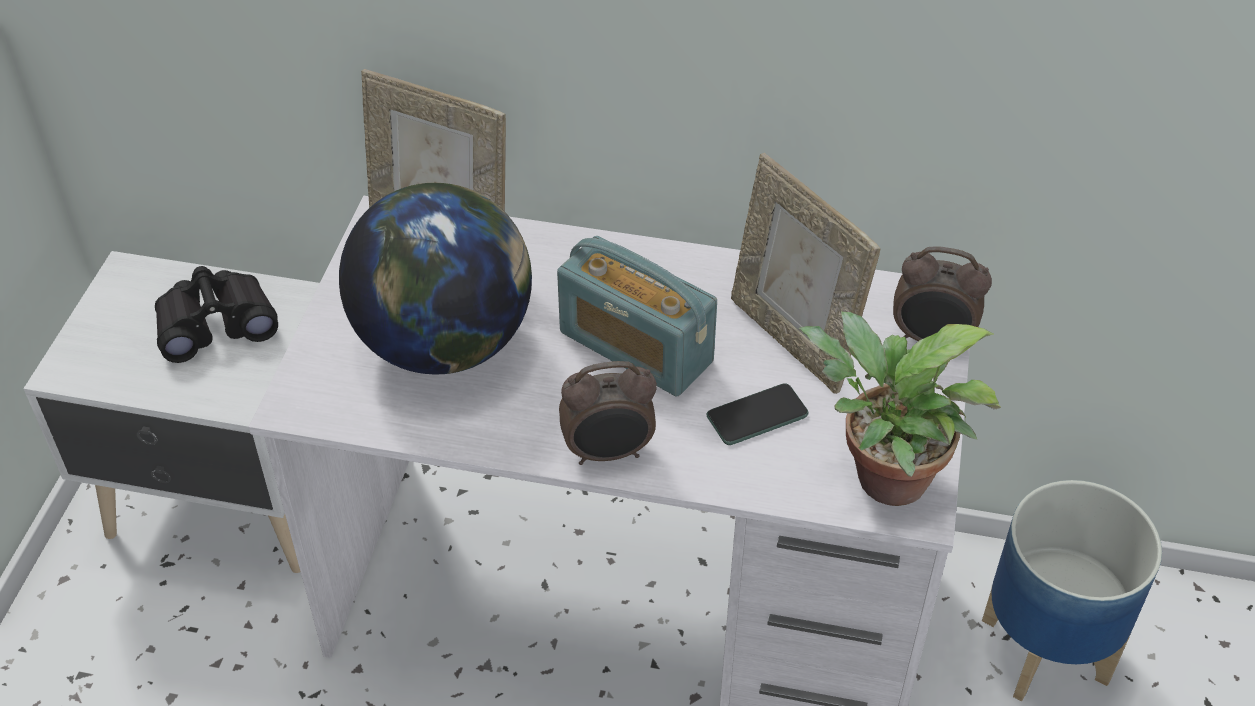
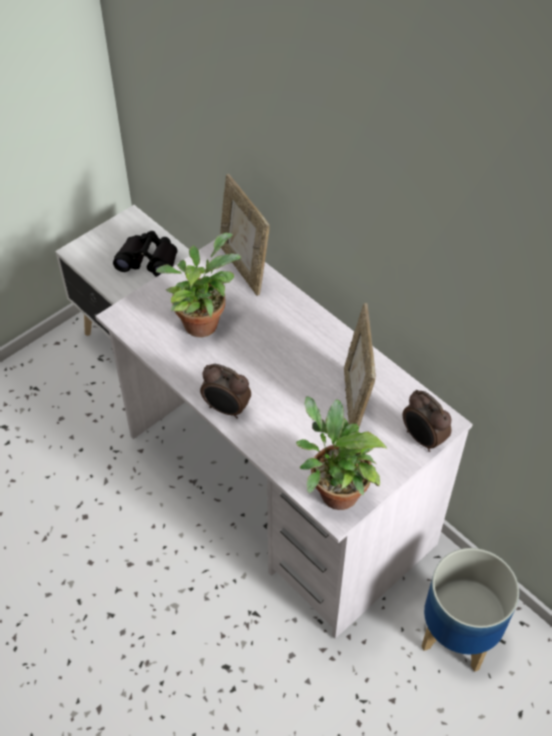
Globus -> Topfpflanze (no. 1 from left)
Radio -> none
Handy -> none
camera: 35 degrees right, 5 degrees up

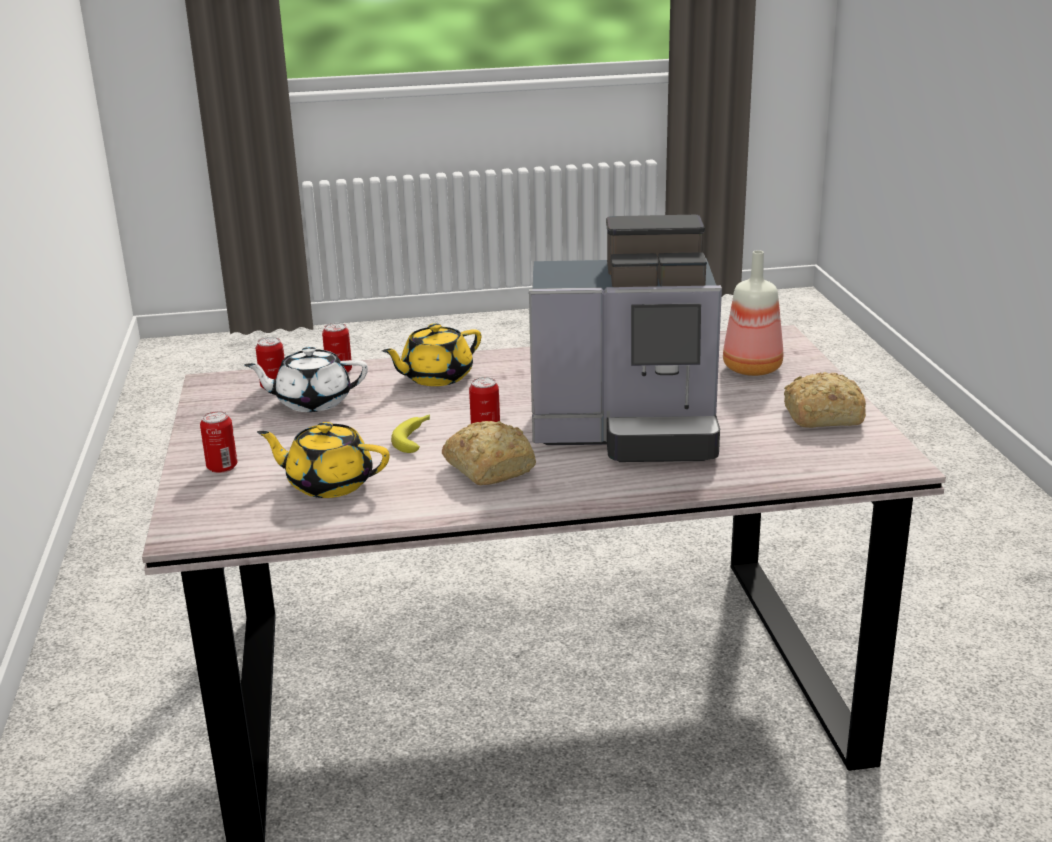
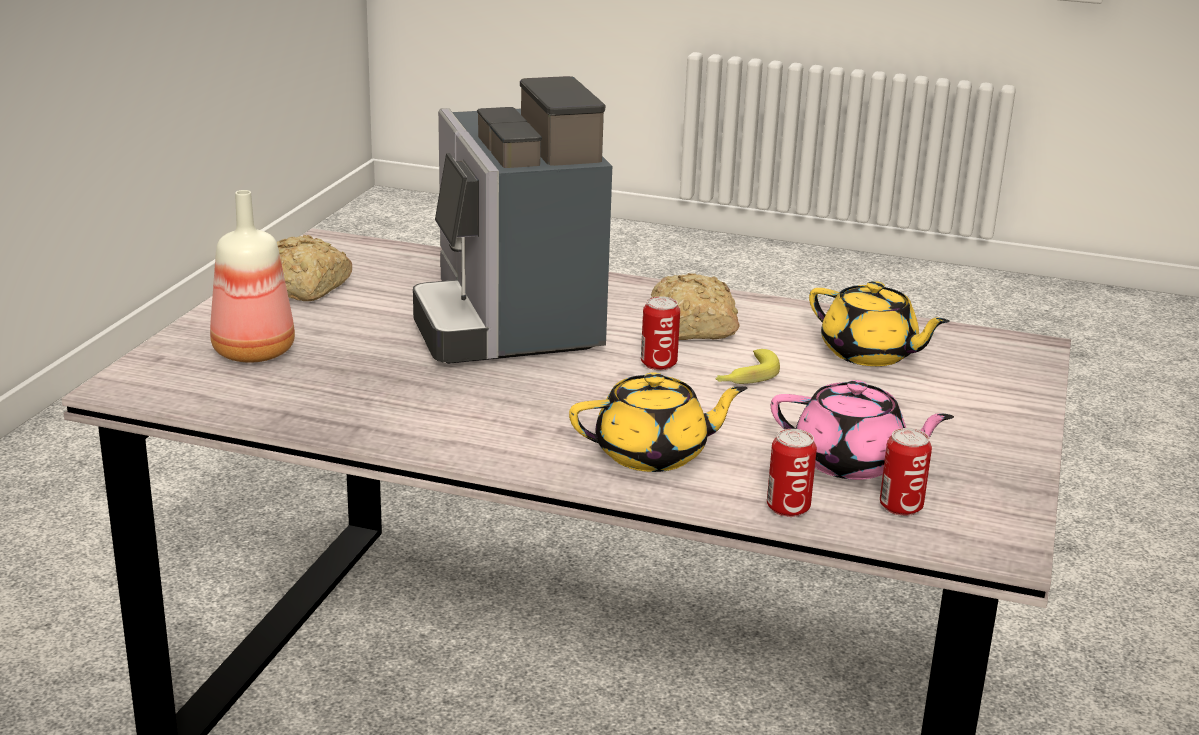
Kaffeemaschine, 135 degrees counterclockwise
Teekanne [weiß] -> Teekanne [rosa]
Dose (no. 1 from left) -> none
camera: 155 degrees left, 0 degrees up

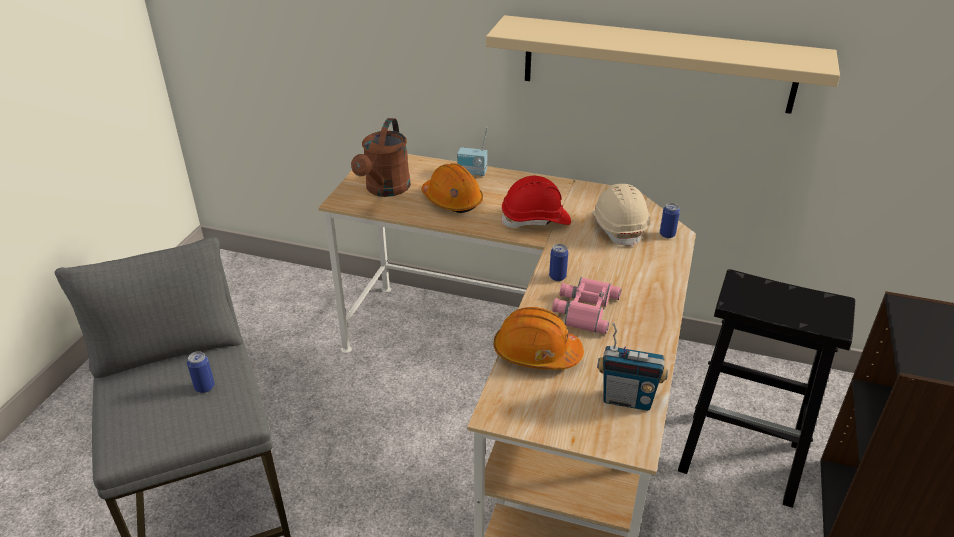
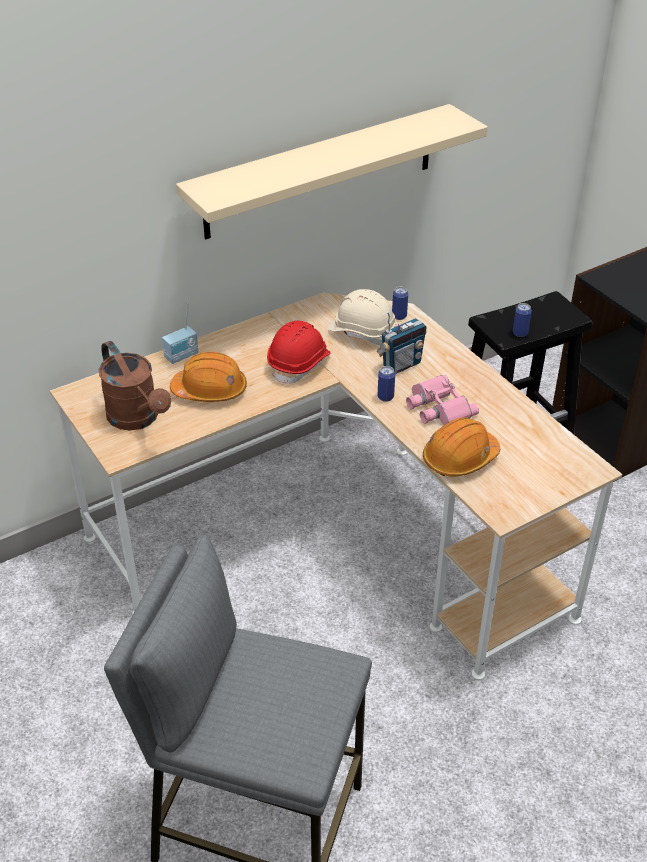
Radio (no. 2 from left), shifted
Dose (no. 1 from left in the first image) -> Dose (no. 3 from left), shifted
camera: 50 degrees left, 5 degrees up

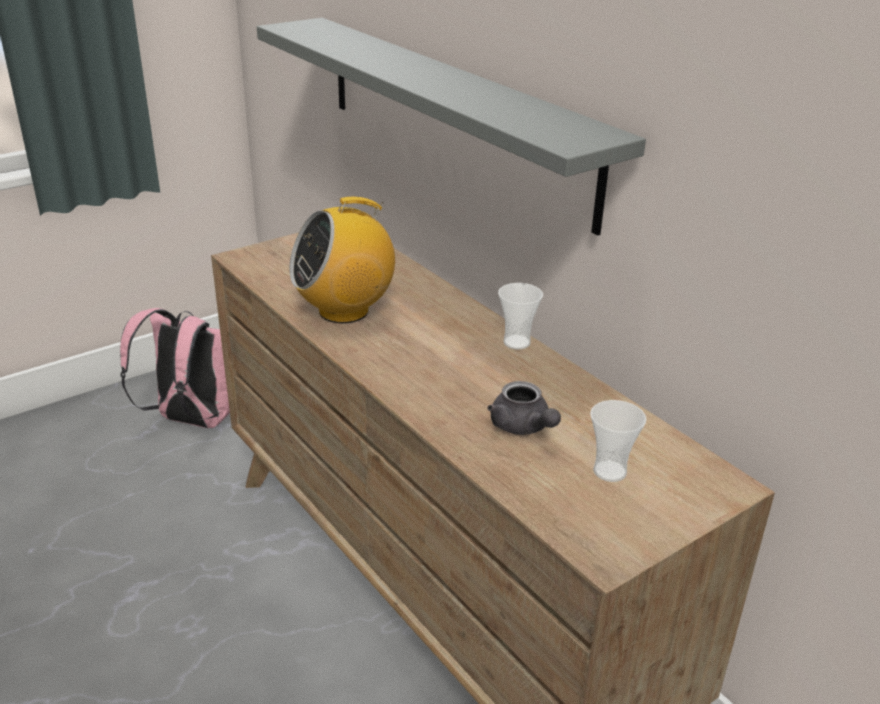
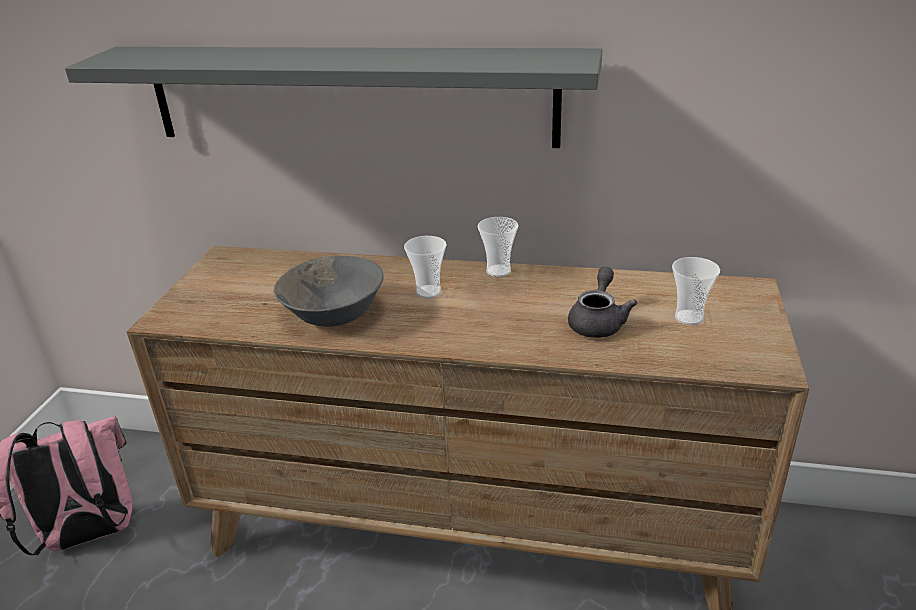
Radio -> Schüssel [grau]
Teekanne [grau], 90 degrees counterclockwise
none -> Tasse (no. 1 from left)
camera: 40 degrees left, 0 degrees up

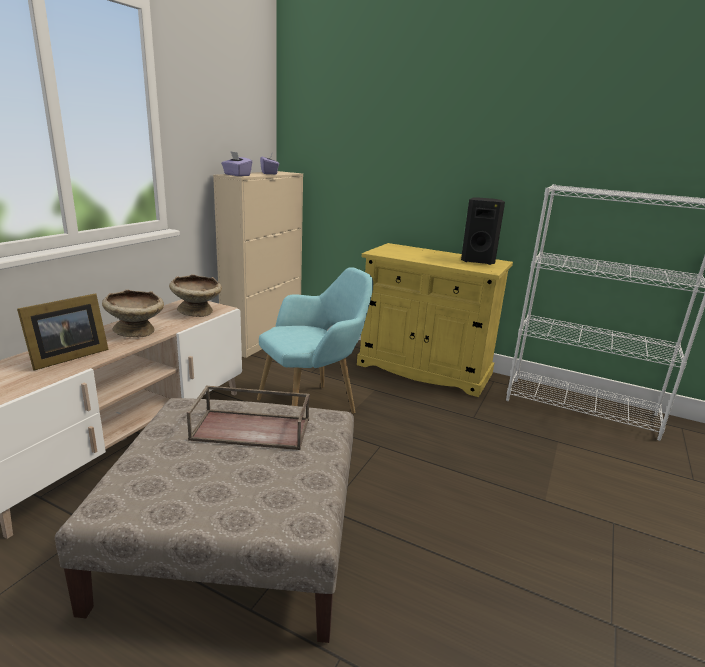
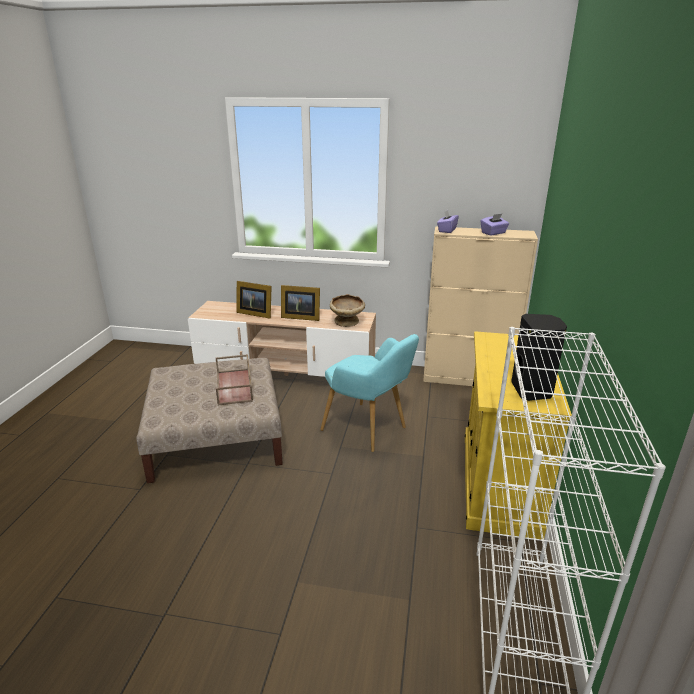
Schüssel [beige] (no. 1 from left) -> Bilderrahmen (no. 2 from left)
camera: 75 degrees right, 5 degrees up

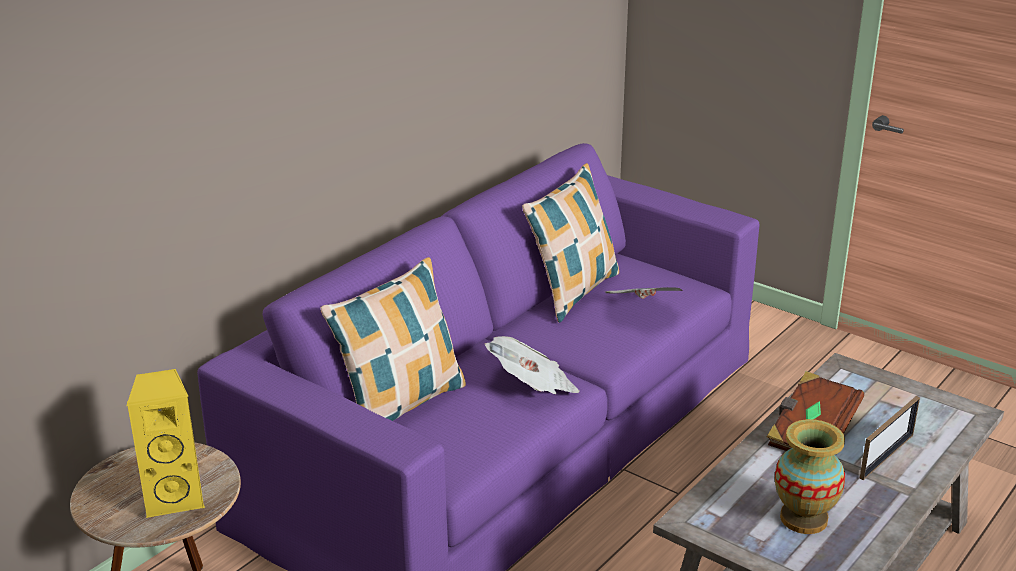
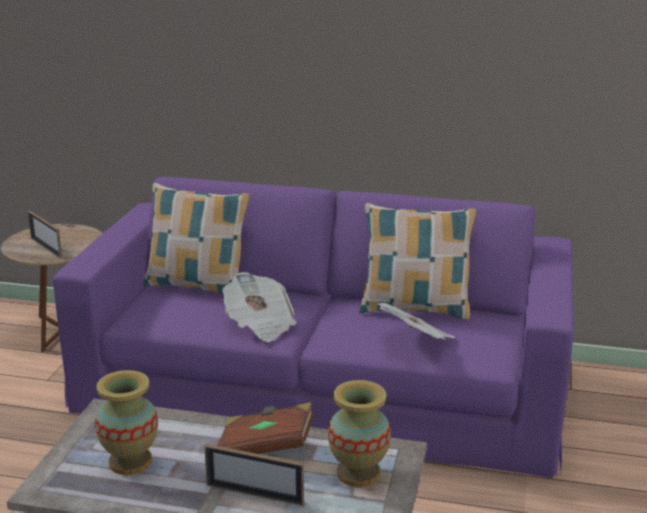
Lautsprecher [gelb] -> Bilderrahmen (no. 1 from left)
none -> Vase (no. 2 from left)
camera: 65 degrees right, 5 degrees down

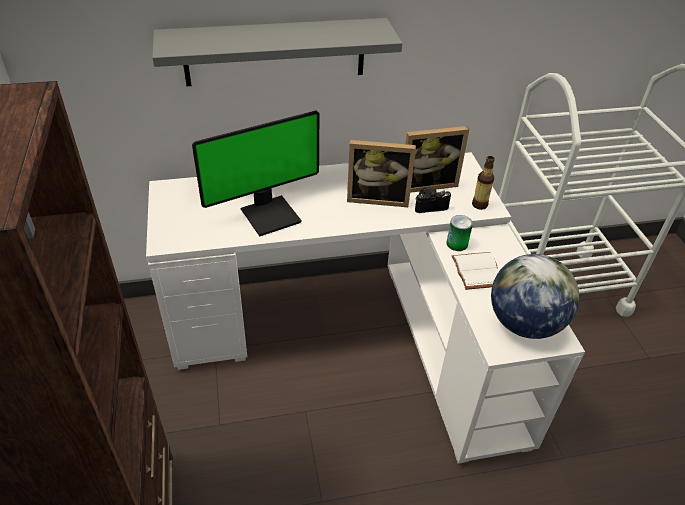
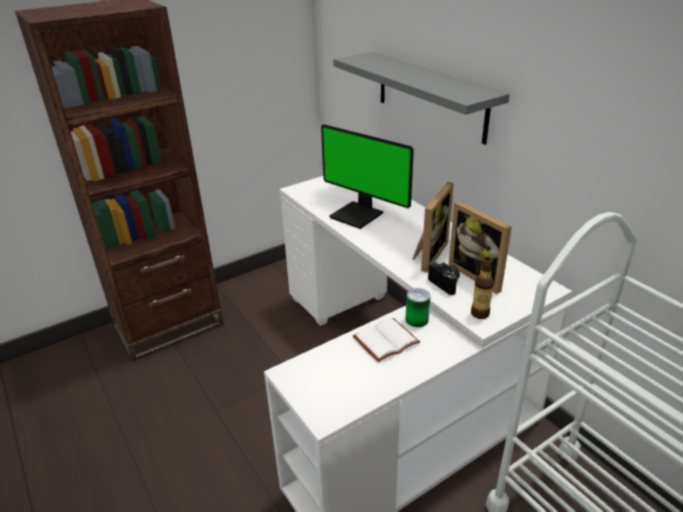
Bilderrahmen (no. 1 from left), 135 degrees counterclockwise
Globus -> none
camera: 70 degrees right, 10 degrees down

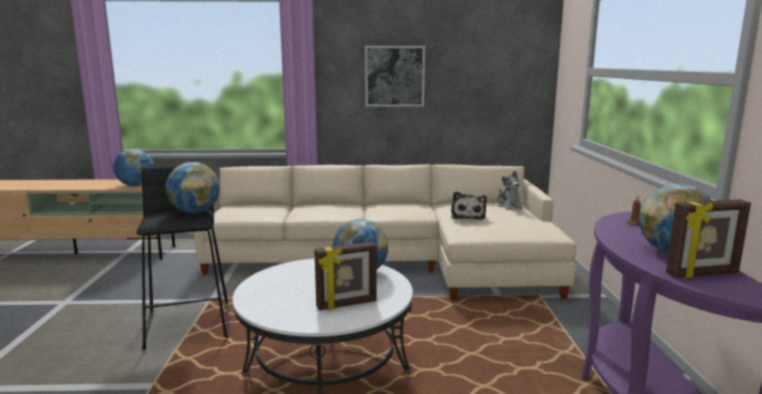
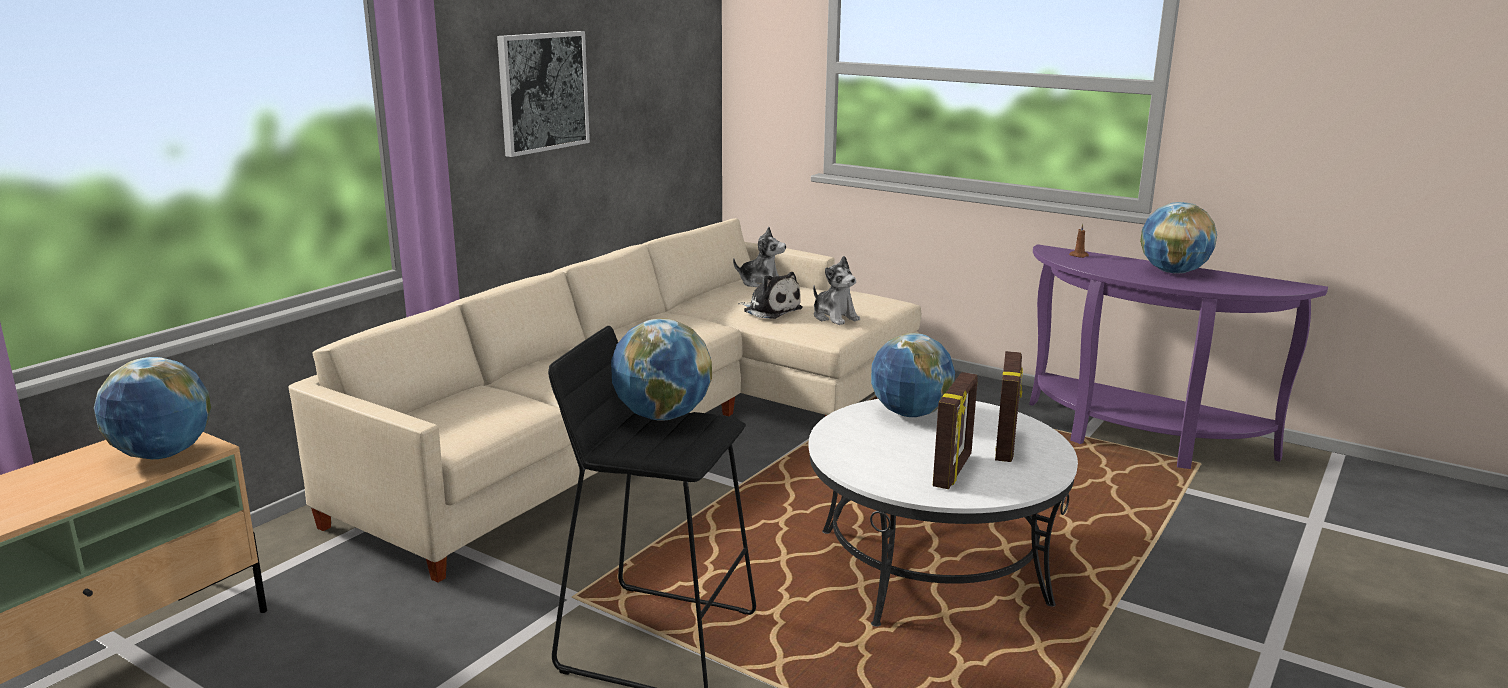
Bilderrahmen (no. 2 from left in the first image) -> Bilderrahmen (no. 1 from left), shifted
none -> Plüschtier (no. 3 from left)
camera: 55 degrees left, 5 degrees up

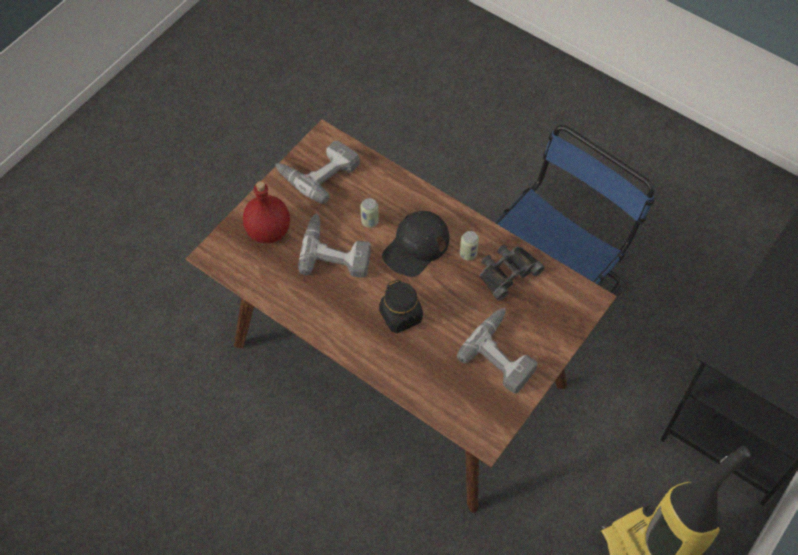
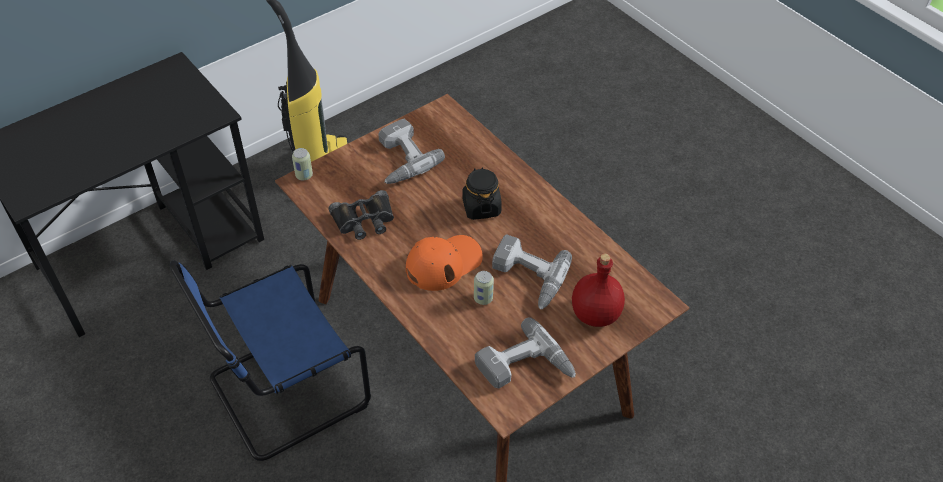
Kappe [schwarz] -> Kappe [orange]
Dose (no. 2 from left in the first image) -> Dose (no. 1 from left), shifted
camera: 165 degrees left, 10 degrees down

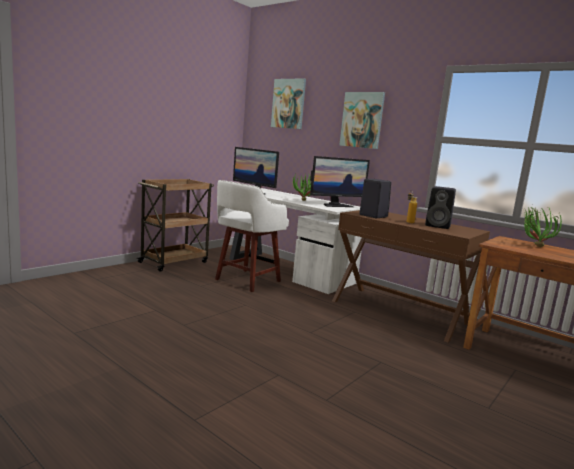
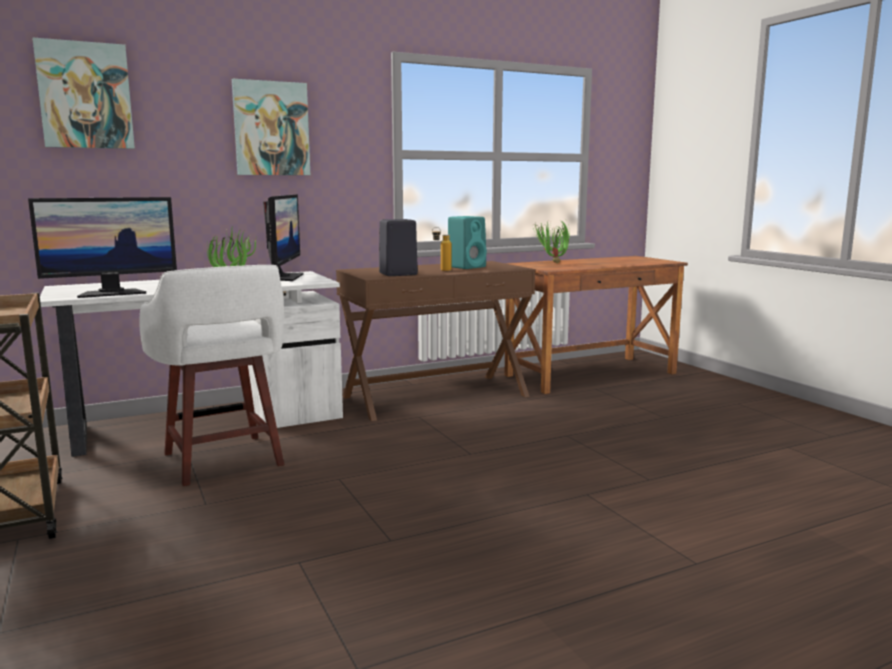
Lautsprecher [schwarz] (no. 2 from left) -> Lautsprecher [türkis]
camera: 65 degrees left, 0 degrees up

